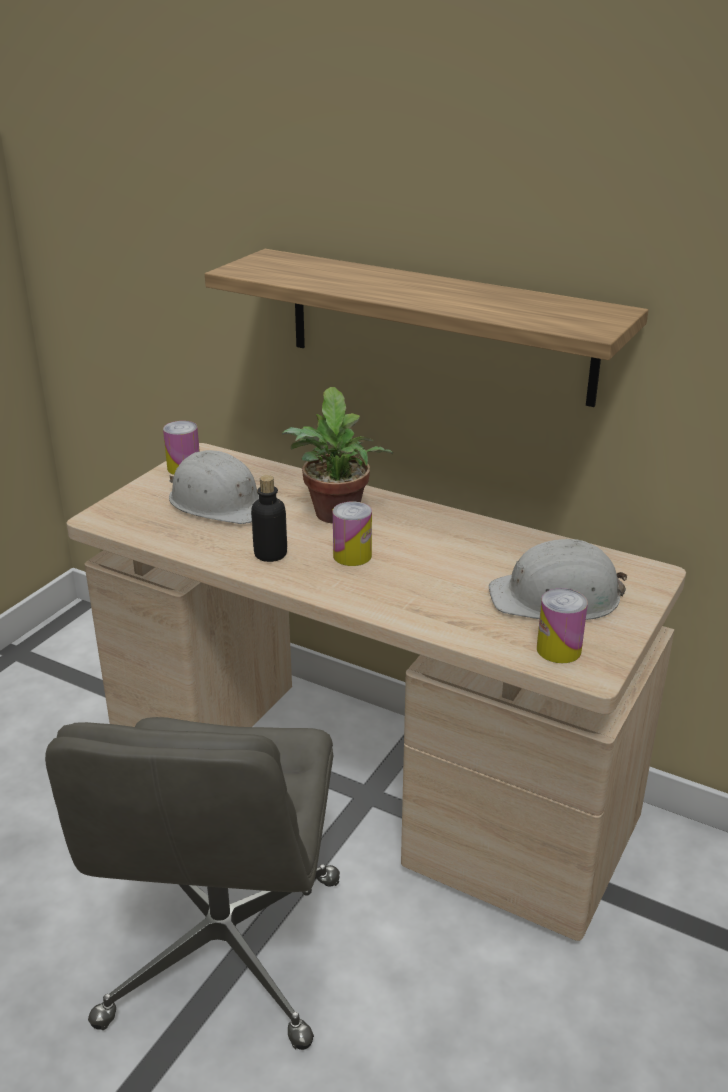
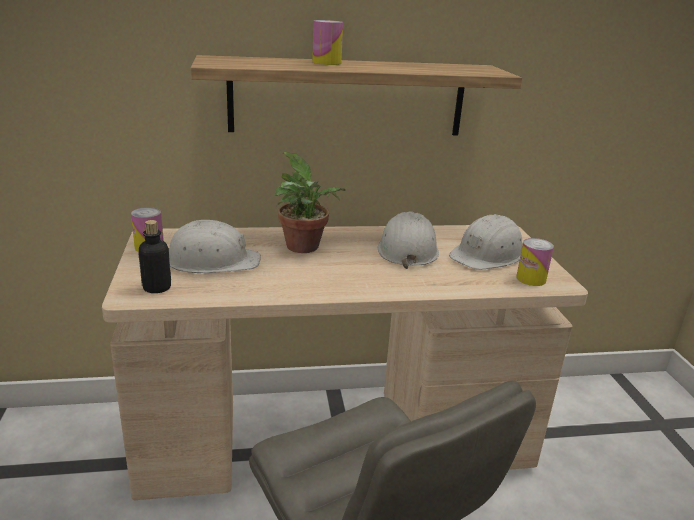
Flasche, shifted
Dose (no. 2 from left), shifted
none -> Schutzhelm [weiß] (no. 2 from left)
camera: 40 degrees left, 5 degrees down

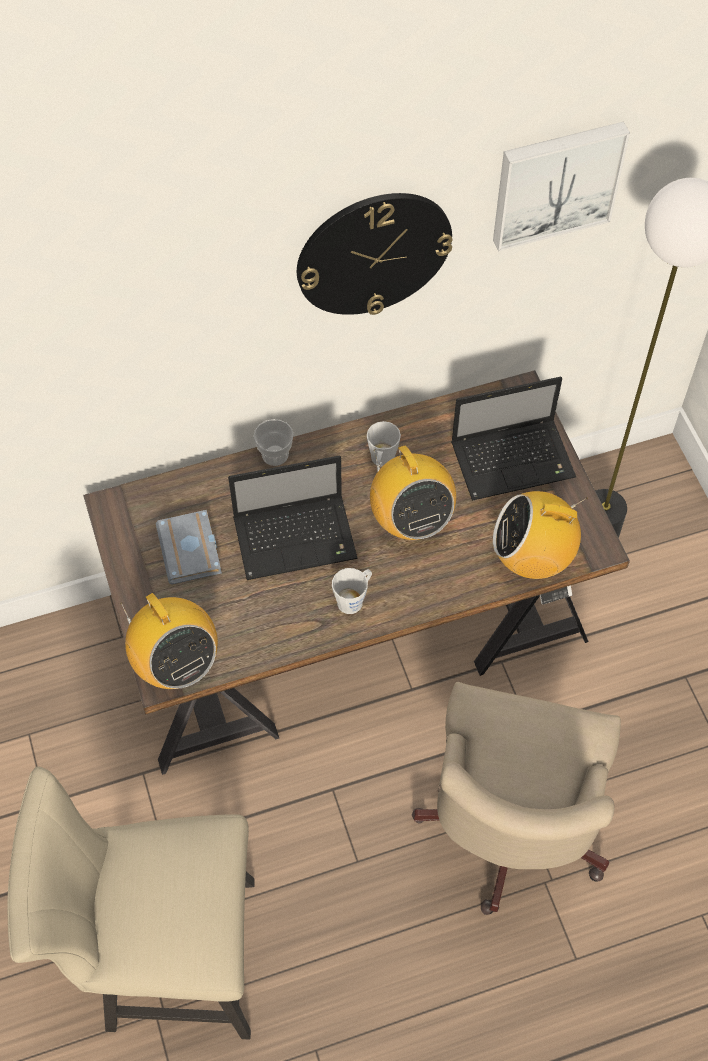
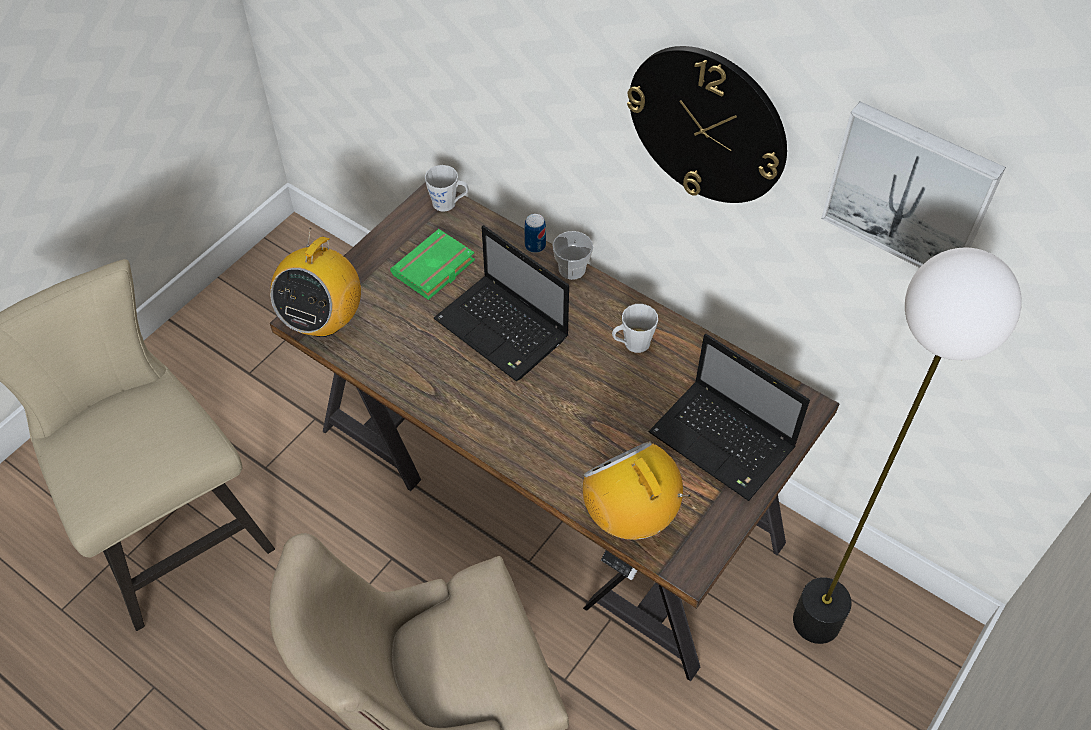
Radio (no. 2 from left) -> none
Buch [grau] -> Buch [grün]
Henkelbecher [grau] (no. 1 from left), shifted
none -> Dose
camera: 55 degrees right, 5 degrees down

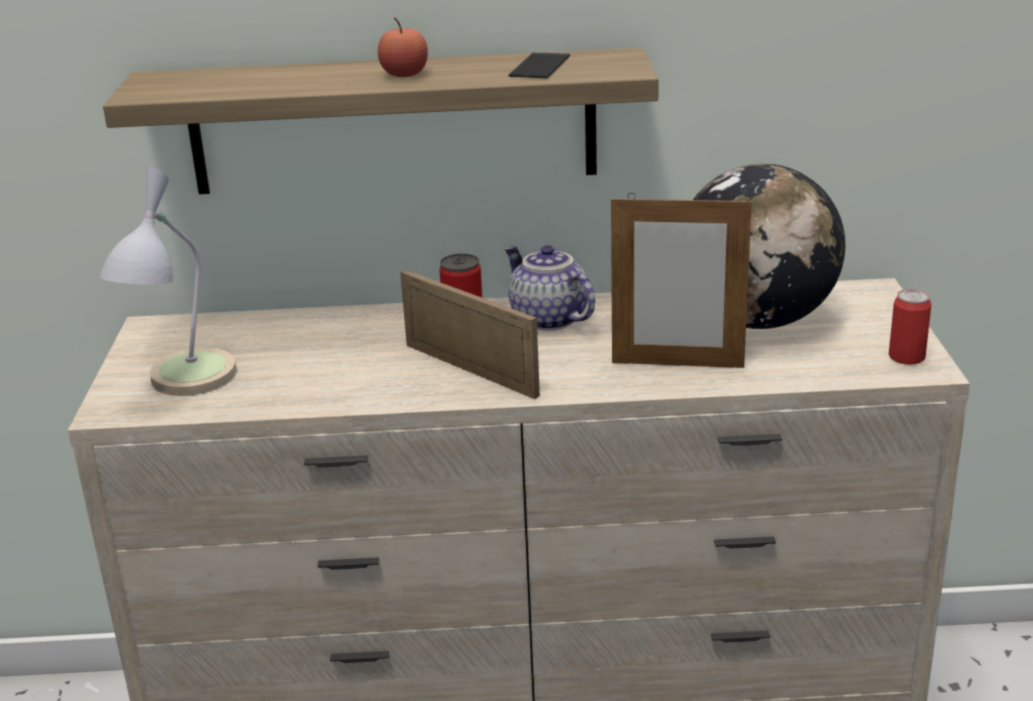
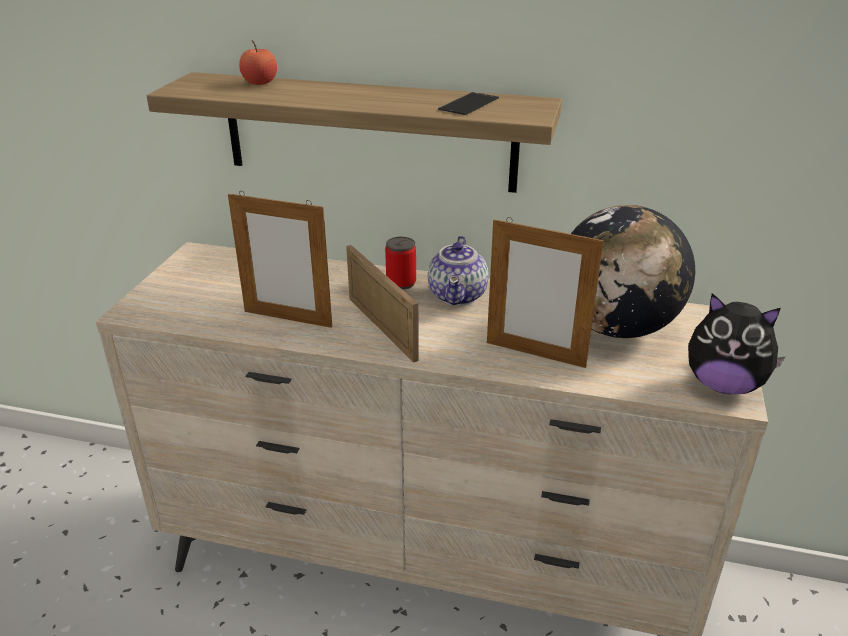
Apfel, shifted
Tischlampe -> none
Teekanne, 150 degrees counterclockwise
Dose (no. 2 from left) -> Plüschtier
none -> Bilderrahmen (no. 1 from left)
camera: 15 degrees right, 5 degrees up

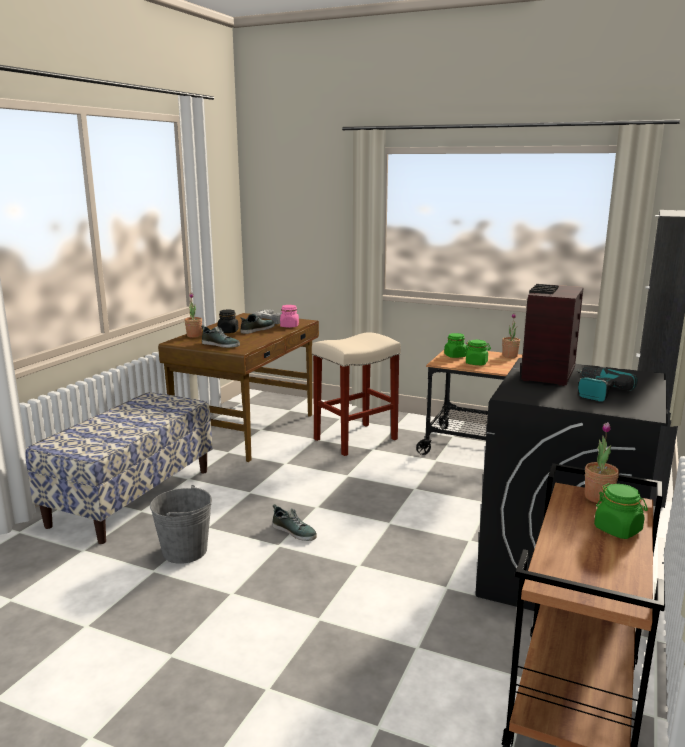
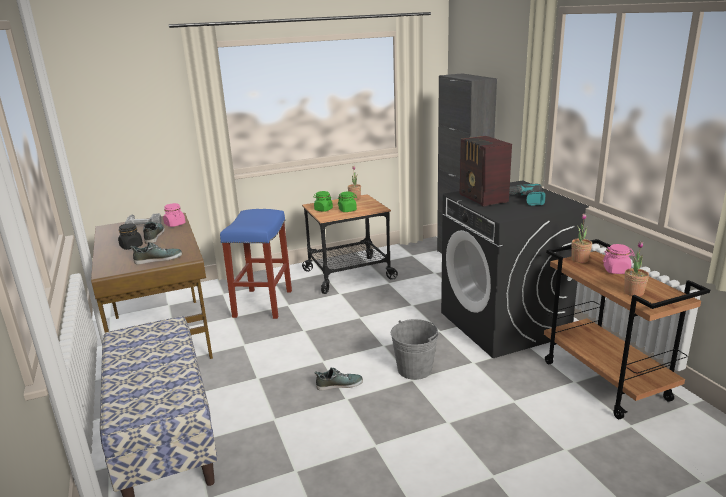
Topfpflanze (no. 1 from left in the first image) -> Topfpflanze (no. 3 from left), shifted
Hocker [beige] -> Hocker [blau]
Vorratsglas [grün] (no. 3 from left) -> Vorratsglas [rosa] (no. 2 from left)
Eimer [grau], shifted
camera: 45 degrees left, 5 degrees up

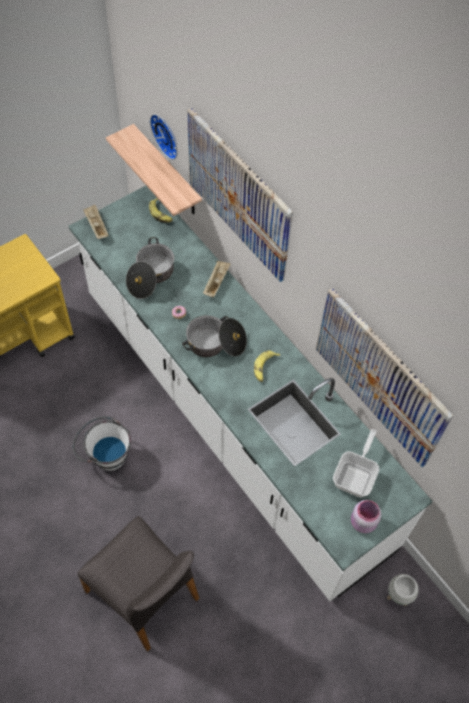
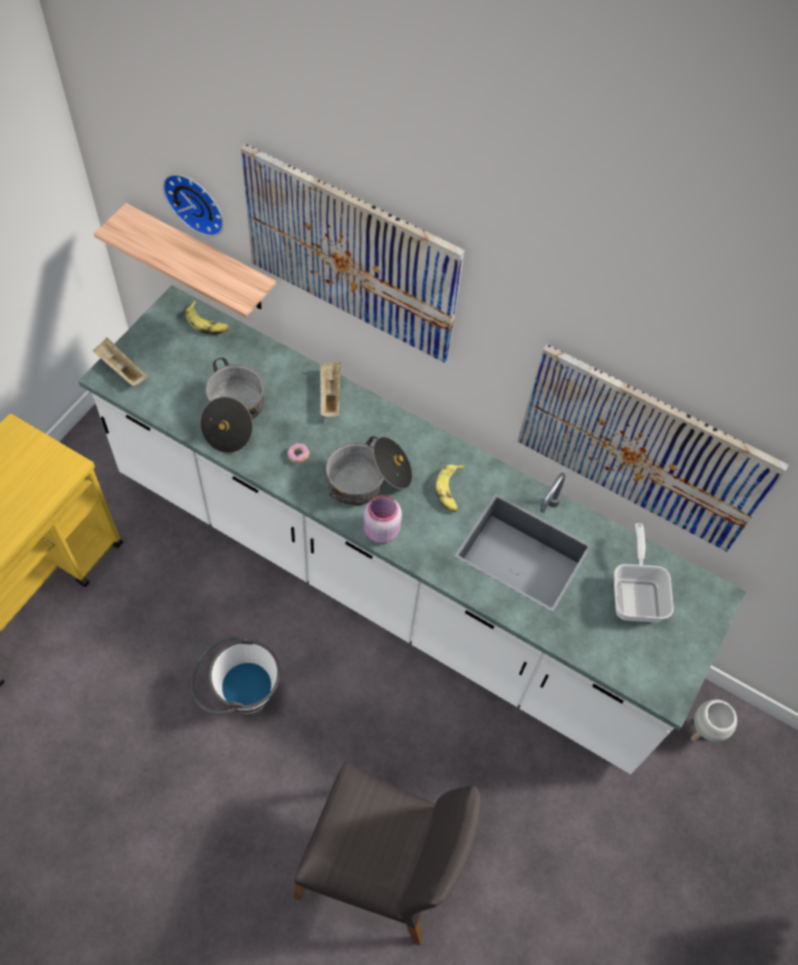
Vorratsglas [rosa], shifted
camera: 25 degrees left, 0 degrees up

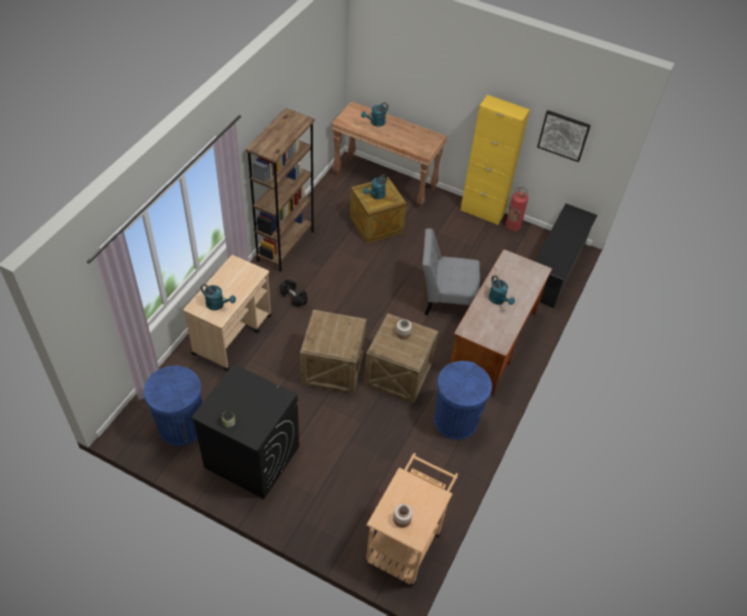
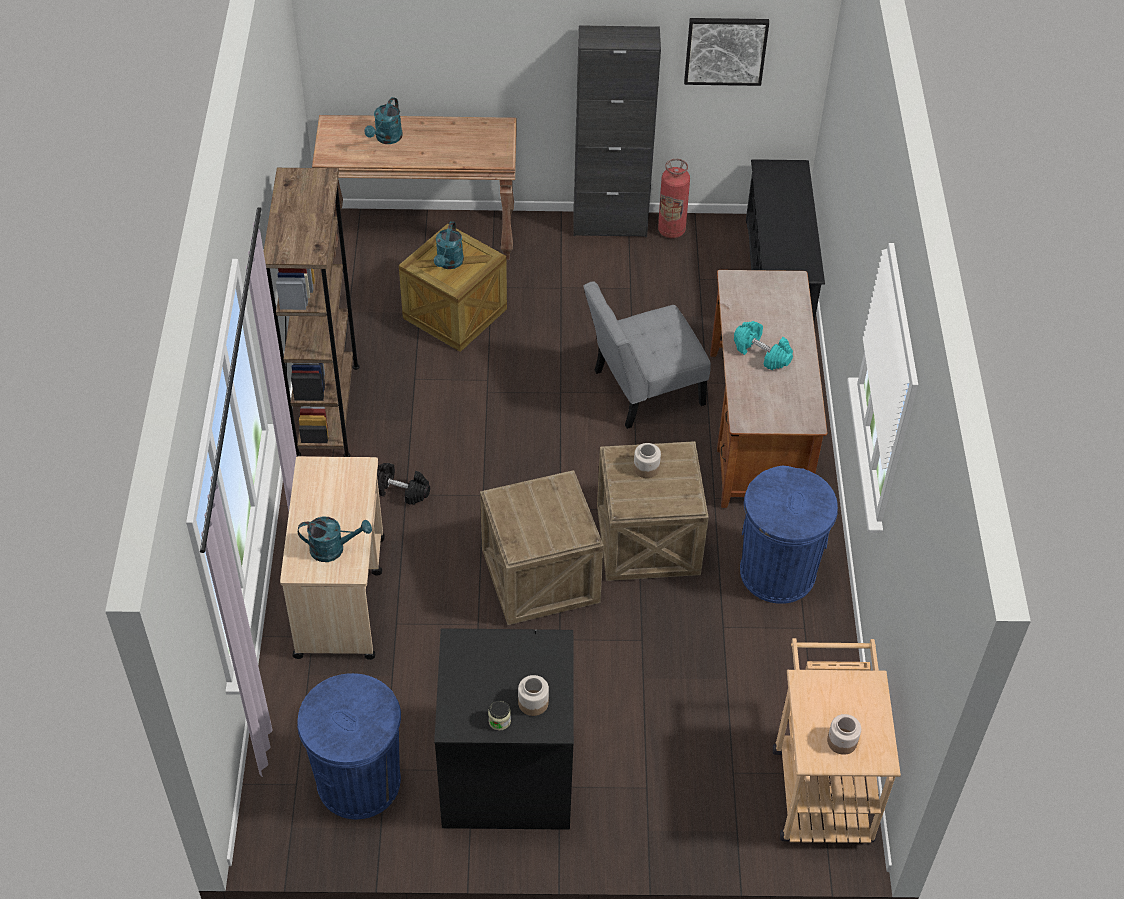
Schrank [gelb] -> Schrank [schwarz]
Gießkanne [türkis] (no. 4 from left) -> Hantel [türkis]
none -> Vorratsglas (no. 2 from left)
camera: 25 degrees left, 0 degrees up

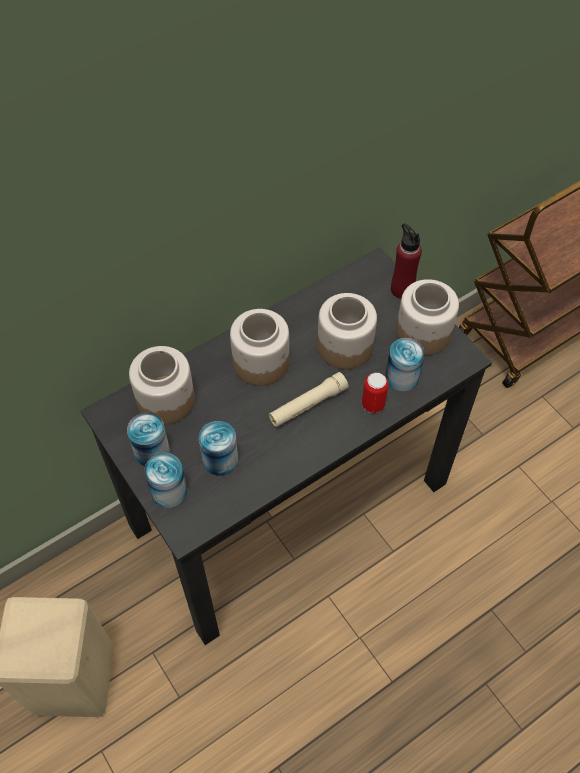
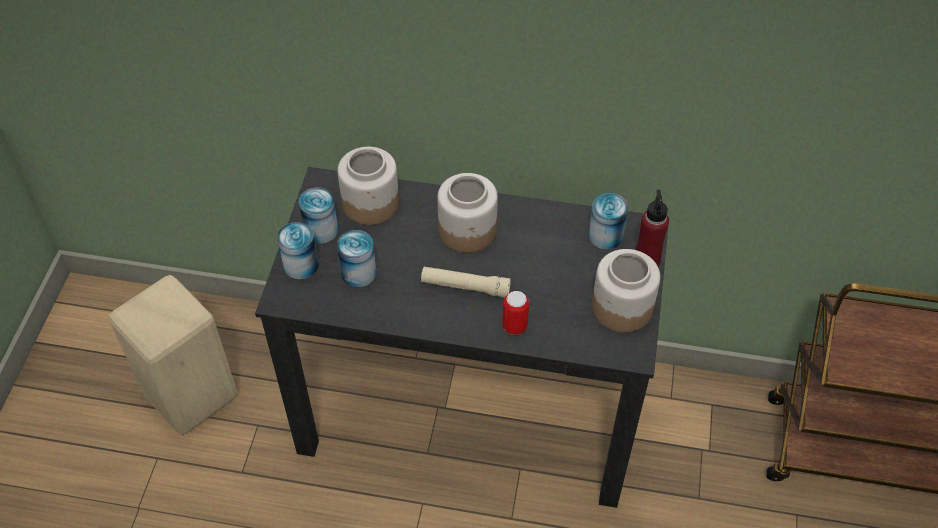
Vorratsglas (no. 3 from left) -> none
Dose (no. 5 from left), shifted
camera: 45 degrees right, 5 degrees down

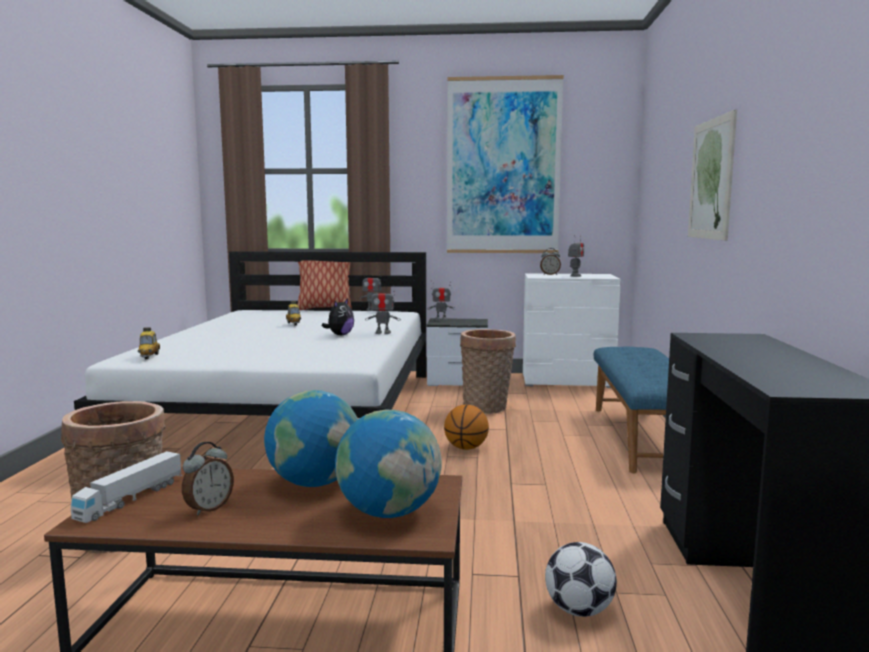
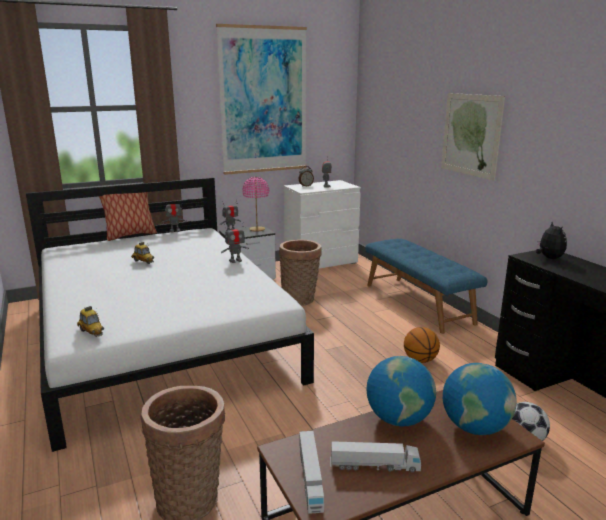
Plüschtier, shifted
Basketball, shifted
Wecker (no. 1 from left) -> Spielzeuglaster (no. 2 from left)
none -> Tischlampe [rosa]
camera: 30 degrees left, 10 degrees up

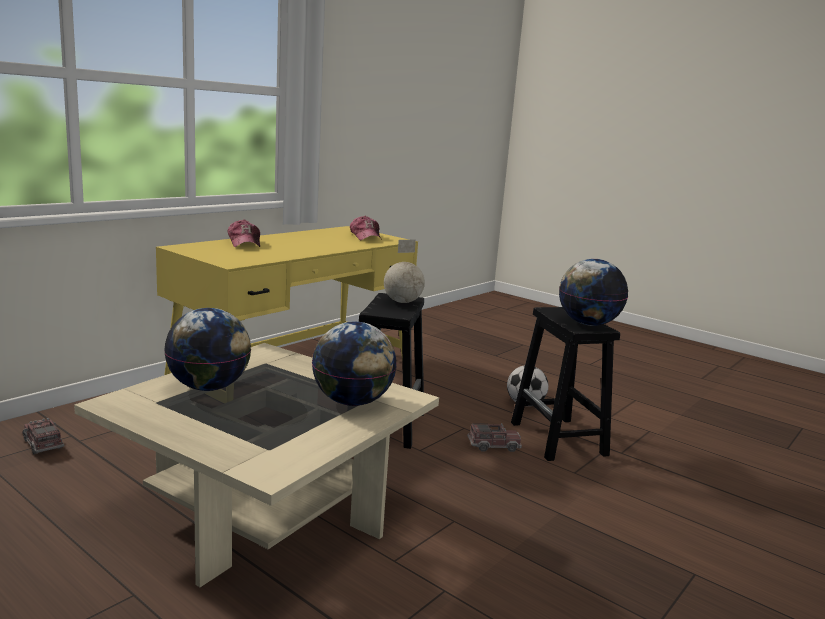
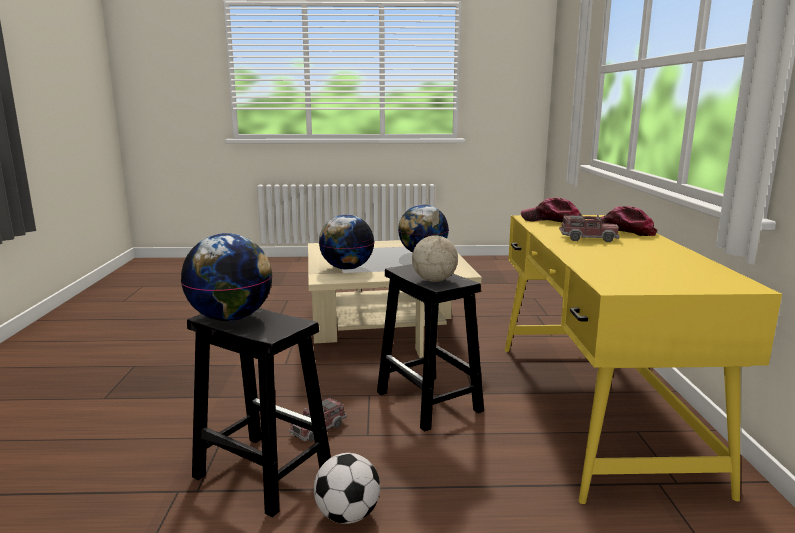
Kappe (no. 2 from left in the first image) -> Kappe (no. 1 from left), shifted
Spielzeuglaster (no. 1 from left in the first image) -> Spielzeuglaster (no. 2 from left), shifted
camera: 140 degrees right, 0 degrees up

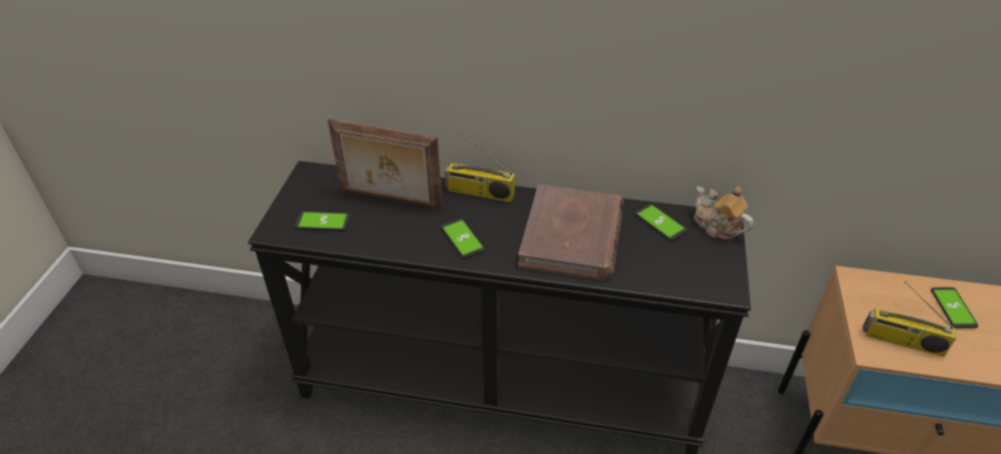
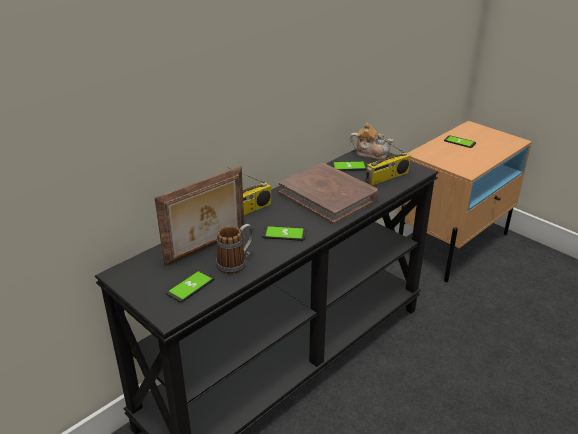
Teekanne, 150 degrees counterclockwise
Radio (no. 2 from left), shifted
none -> Henkelbecher
camera: 55 degrees left, 10 degrees down

